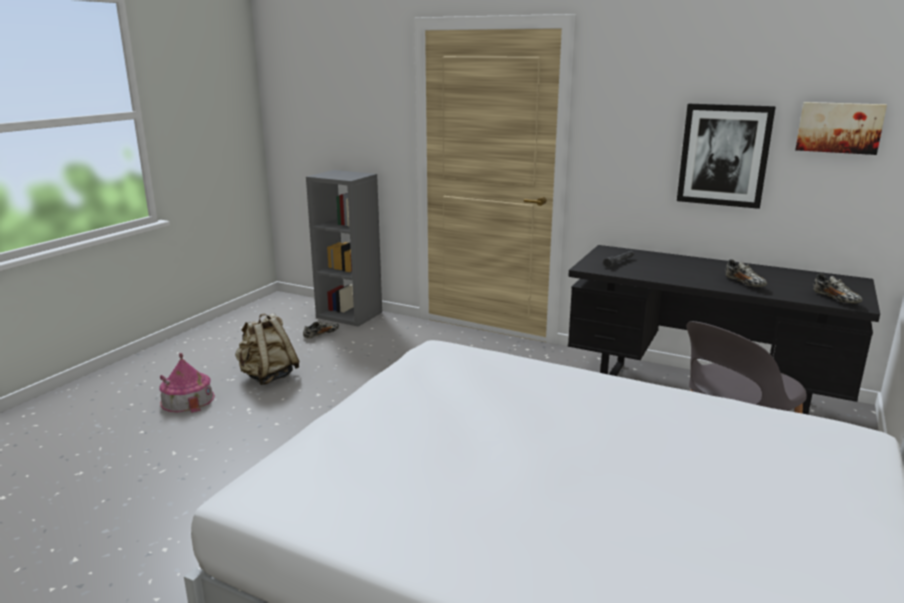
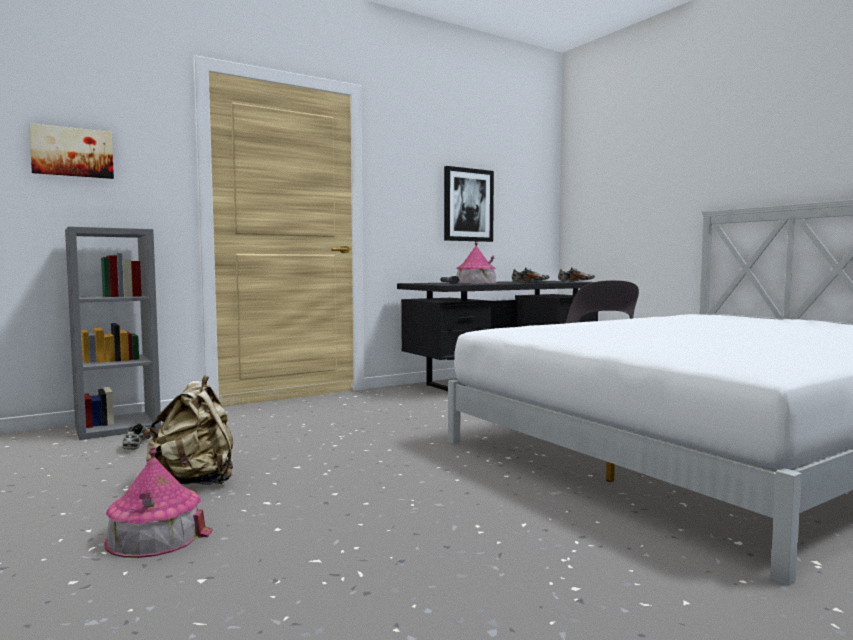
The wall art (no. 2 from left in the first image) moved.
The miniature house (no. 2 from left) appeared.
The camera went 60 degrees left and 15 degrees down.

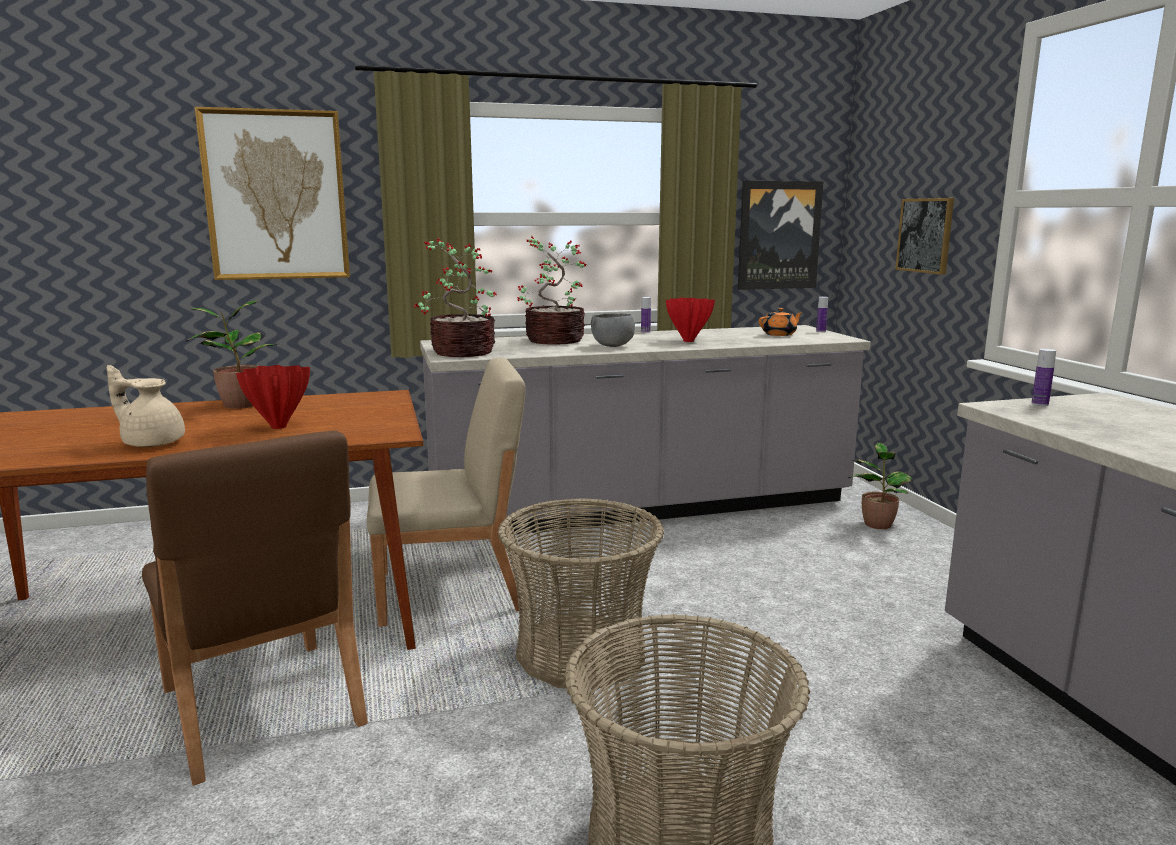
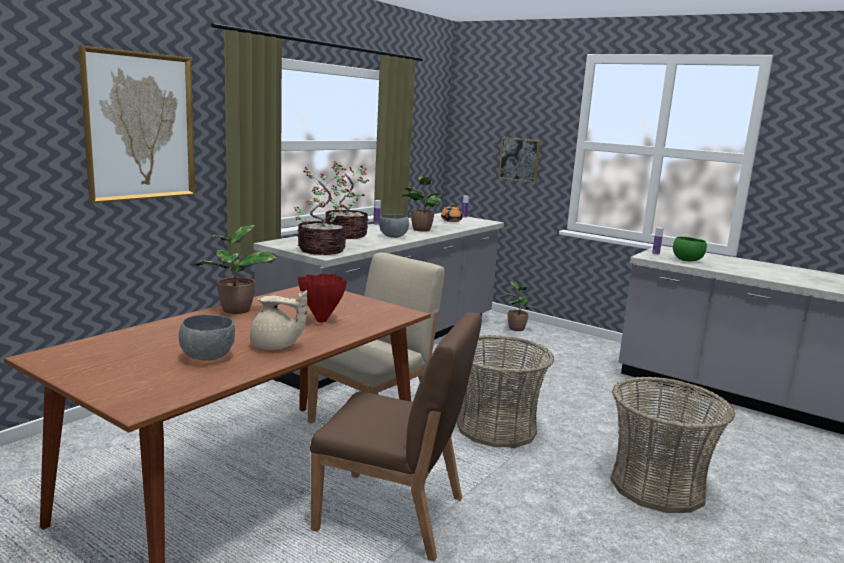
The wall art (no. 2 from left) disappeared.
The flower vase (reddish) (no. 2 from left) was replaced by the plant in a pot (no. 4 from left).
The pot for tea (sand-coloured) turned 150 degrees counterclockwise.
The deep dish (greenish) appeared.
The deep dish (greyish) (no. 1 from left) appeared.
The camera went 40 degrees left and 0 degrees up.

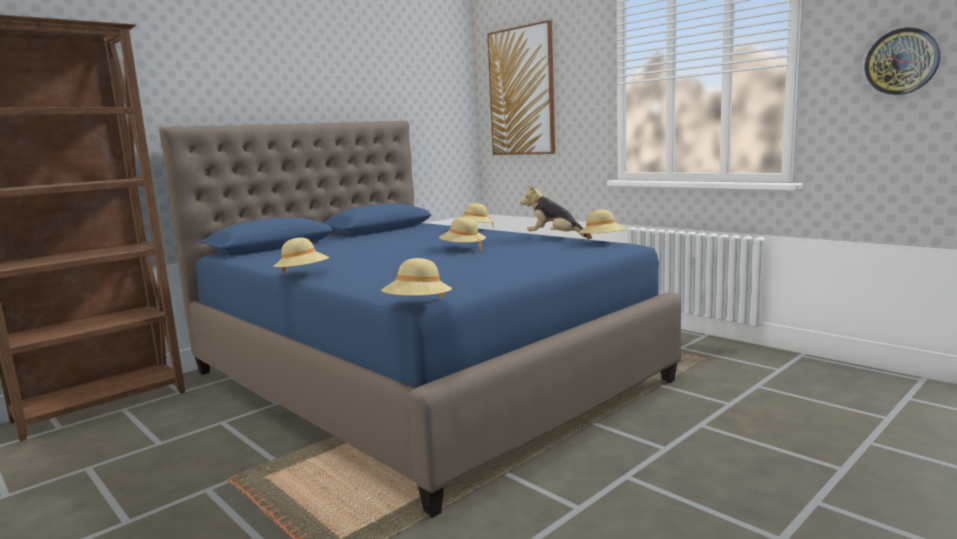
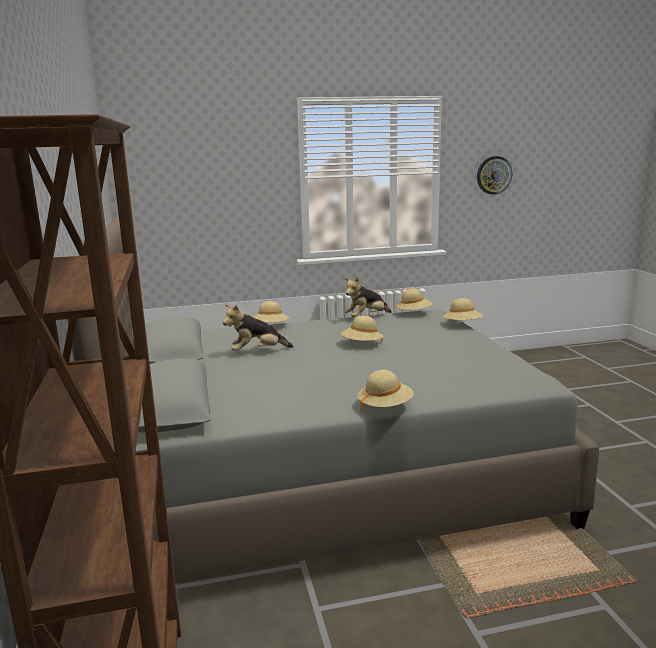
The wall art disappeared.
The sleeping bed (bluish) became the sleeping bed (greyish).
The hat (sand-coloured) (no. 2 from left in the first image) moved.
The soft toy (no. 1 from left) appeared.
The camera went 60 degrees left and 5 degrees up.

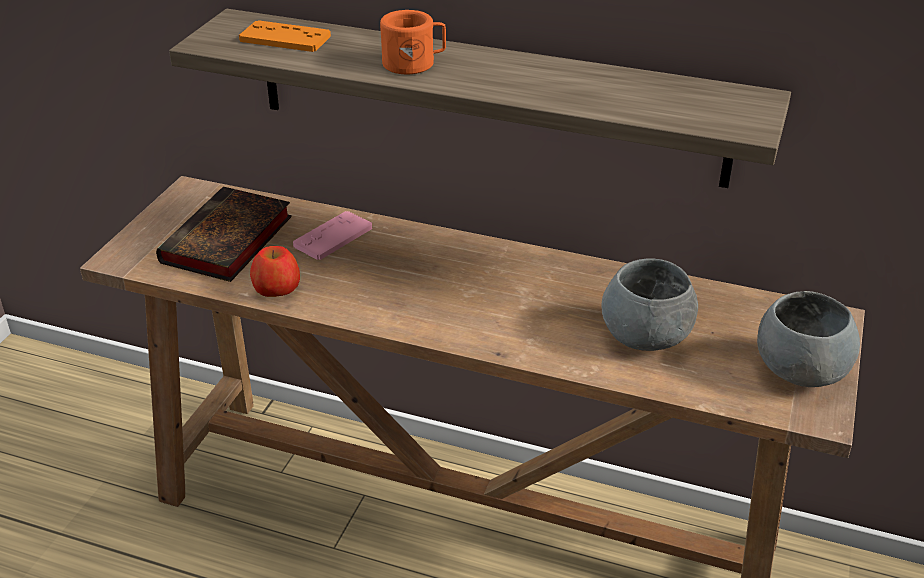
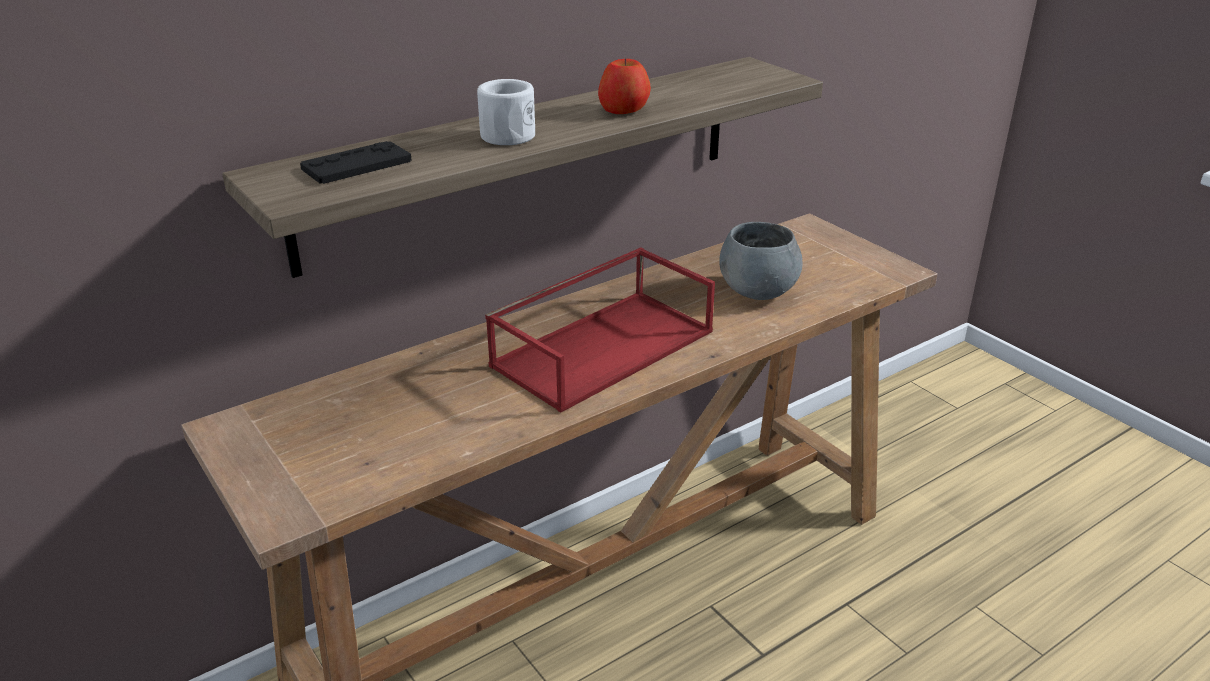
The tea mug (orange-coloured) became the tea mug (white-coloured).
The joypad (orange-coloured) became the joypad (black-coloured).
The book disappeared.
The joypad (pink) disappeared.
The apple moved.
The deep dish (greyish) (no. 2 from left) disappeared.
The tray (reddish) appeared.
The camera went 55 degrees left and 5 degrees down.

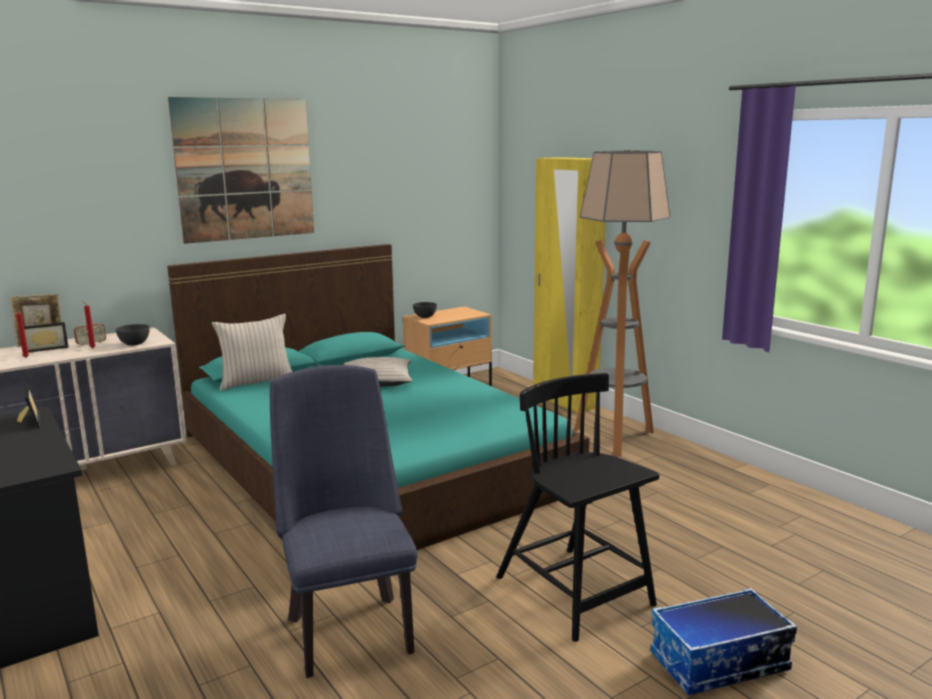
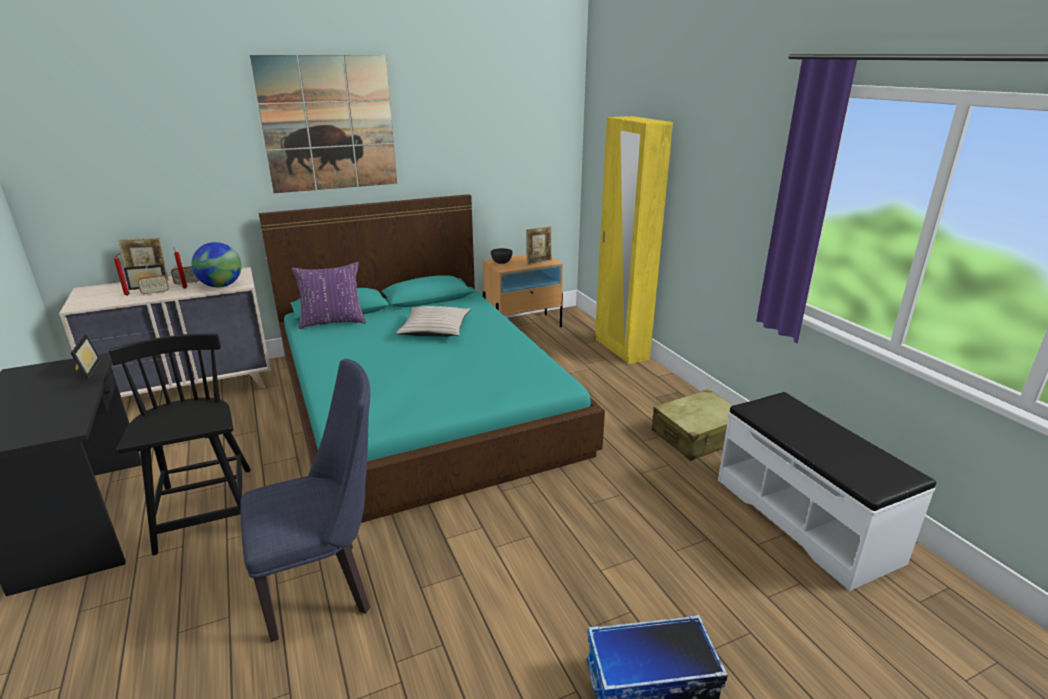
The floor lamp disappeared.
The throw pillow (sand-coloured) (no. 1 from left) became the throw pillow (purple).
The deep dish (greyish) (no. 1 from left) was replaced by the desk globe.
The upright chair (bluish) turned 75 degrees clockwise.
The upright chair (black-coloured) moved.
The photo frame (no. 4 from left) appeared.
The radio (no. 1 from left) appeared.
The suitcase (sand-coloured) appeared.
The bench (white-coloured) appeared.
The camera went 10 degrees right and 10 degrees up.

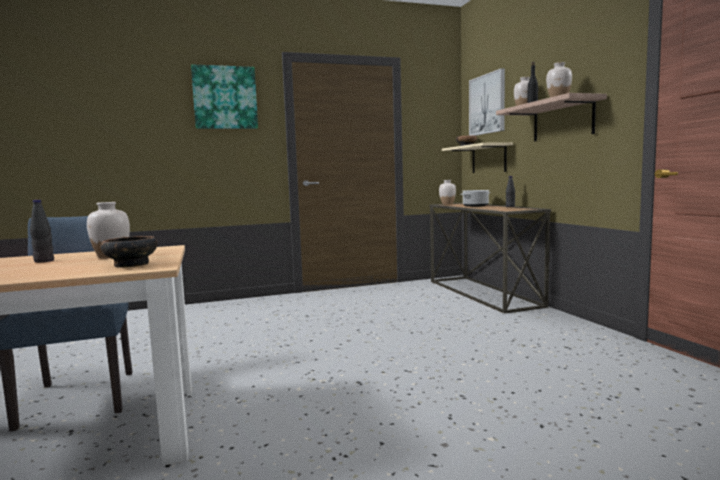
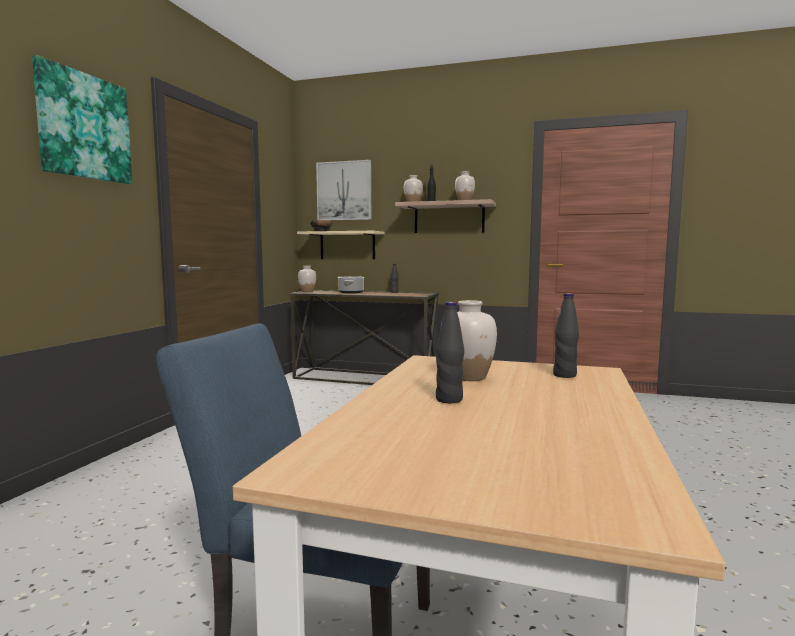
The deep dish (no. 1 from left) was replaced by the beverage bottle (black-coloured) (no. 4 from left).
The camera went 55 degrees left and 0 degrees up.

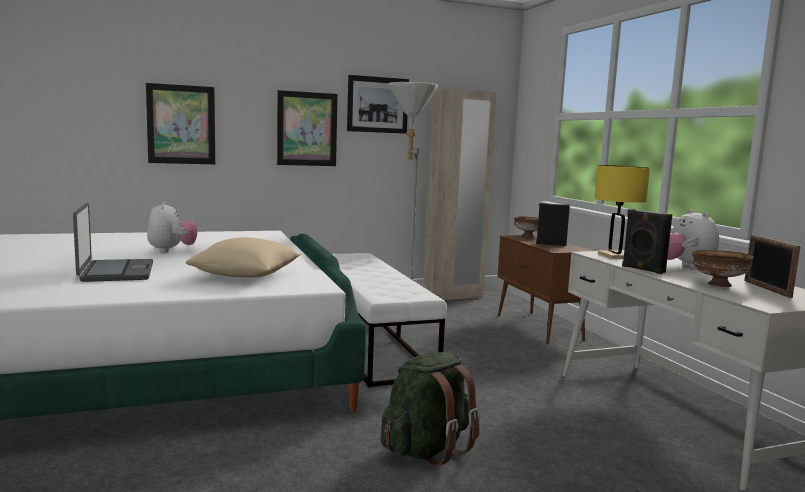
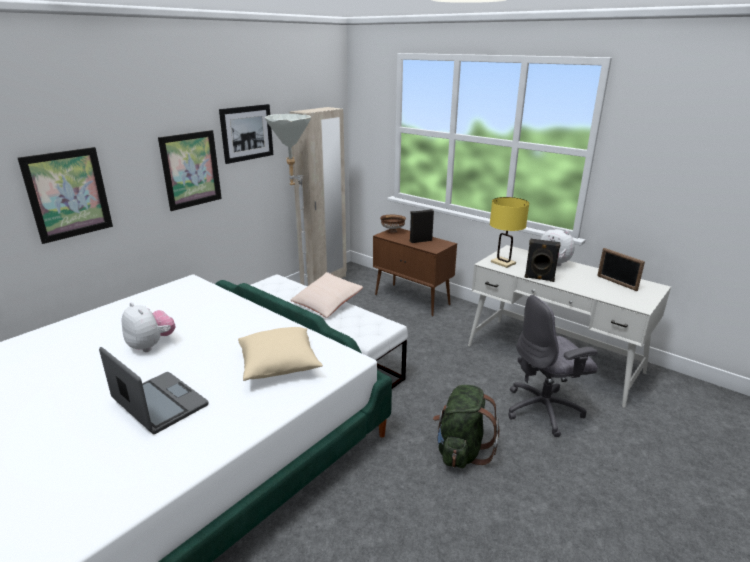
The deep dish (brownish) (no. 2 from left) disappeared.
The throw pillow (sand-coloured) (no. 2 from left) appeared.
The office chair (greyish) appeared.
The camera went 30 degrees left and 15 degrees up.

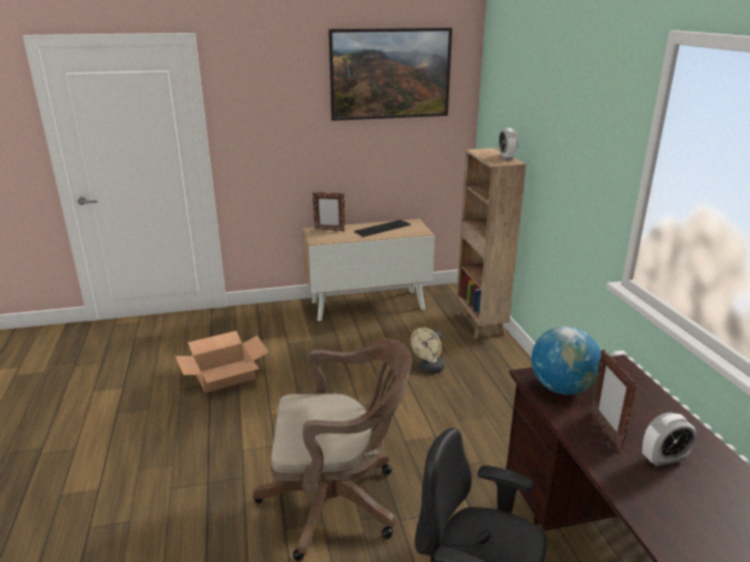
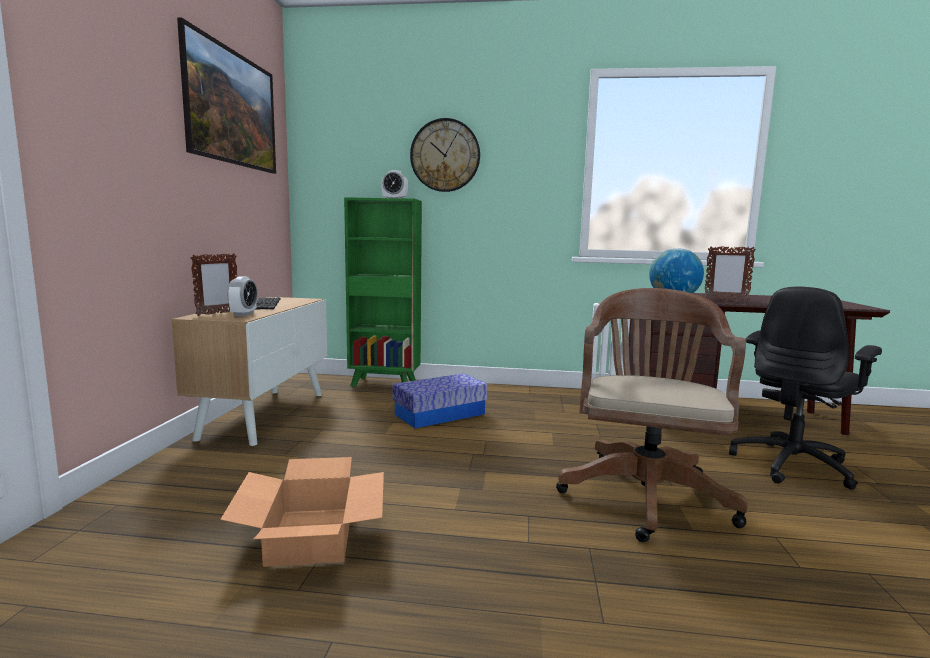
The shelving unit (brownish) became the shelving unit (greenish).
The electric fan (sand-coloured) was replaced by the storage bin.
The table clock (no. 2 from left in the first image) moved.
The wall clock appeared.
The camera went 70 degrees left and 15 degrees down.

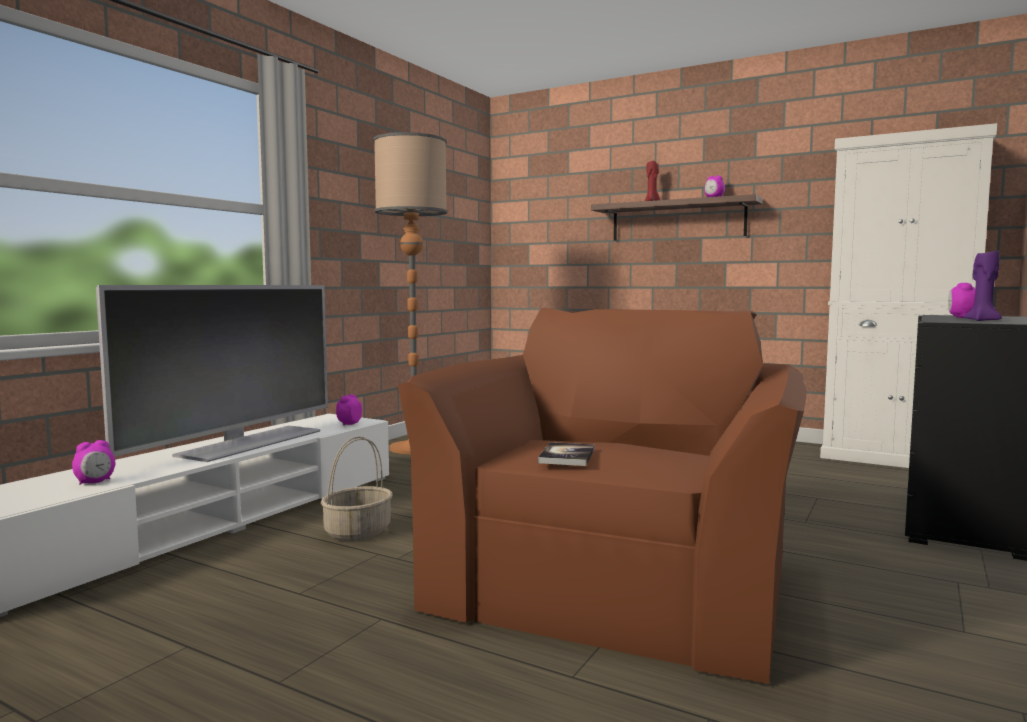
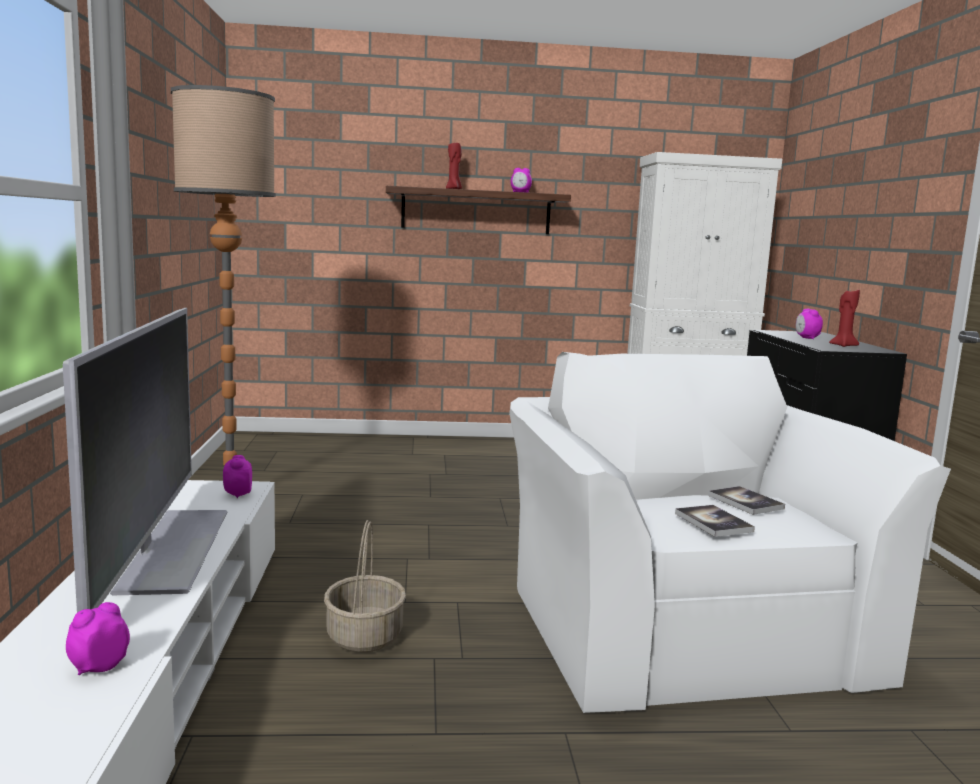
The wax candle (purple) became the wax candle (reddish) (no. 2 from left).
The armchair (brownish) became the armchair (white-coloured).
The table clock (no. 1 from left) turned 150 degrees counterclockwise.
The book (no. 2 from left) appeared.
The camera went 35 degrees left and 5 degrees up.

